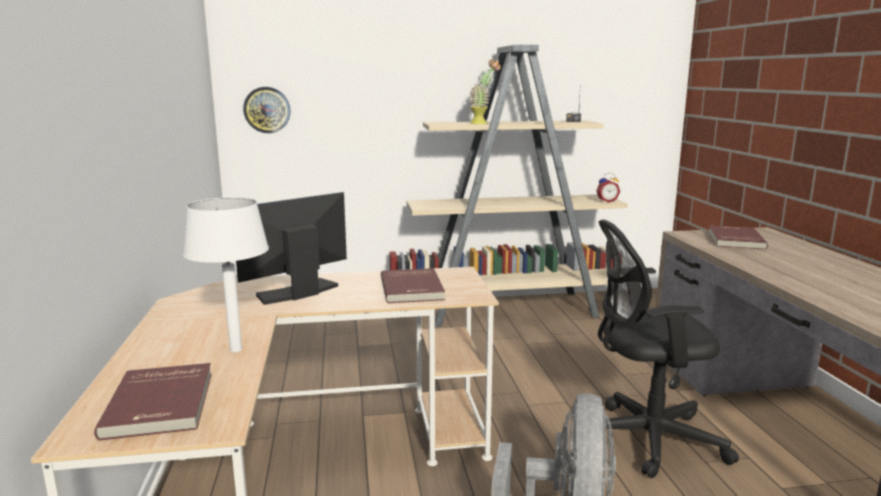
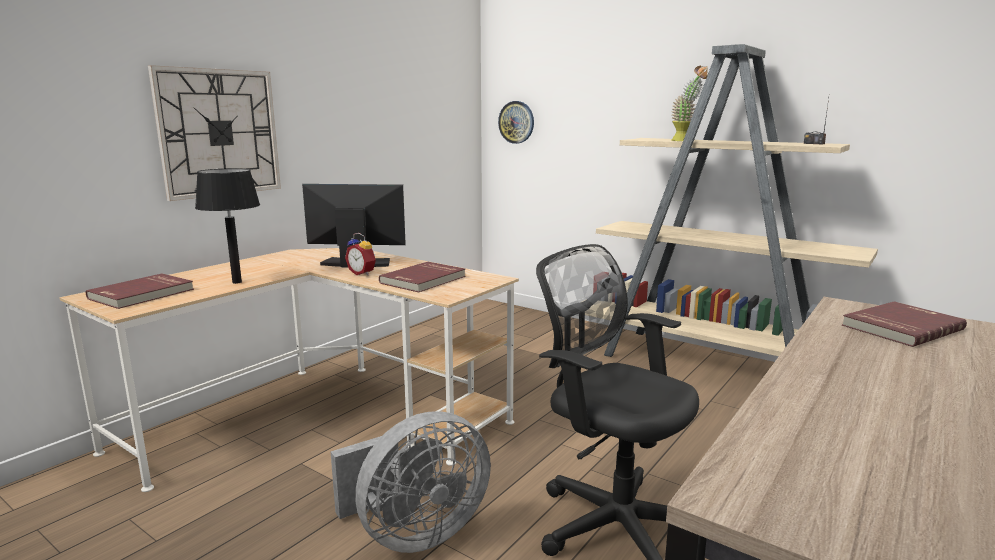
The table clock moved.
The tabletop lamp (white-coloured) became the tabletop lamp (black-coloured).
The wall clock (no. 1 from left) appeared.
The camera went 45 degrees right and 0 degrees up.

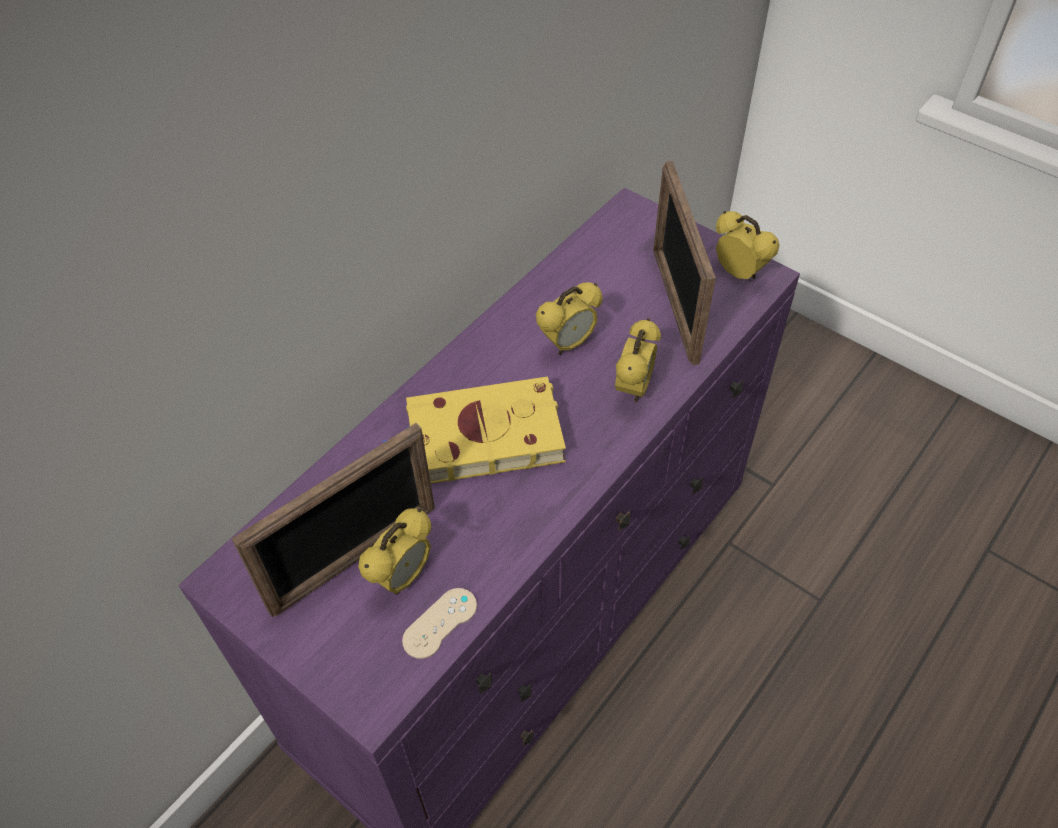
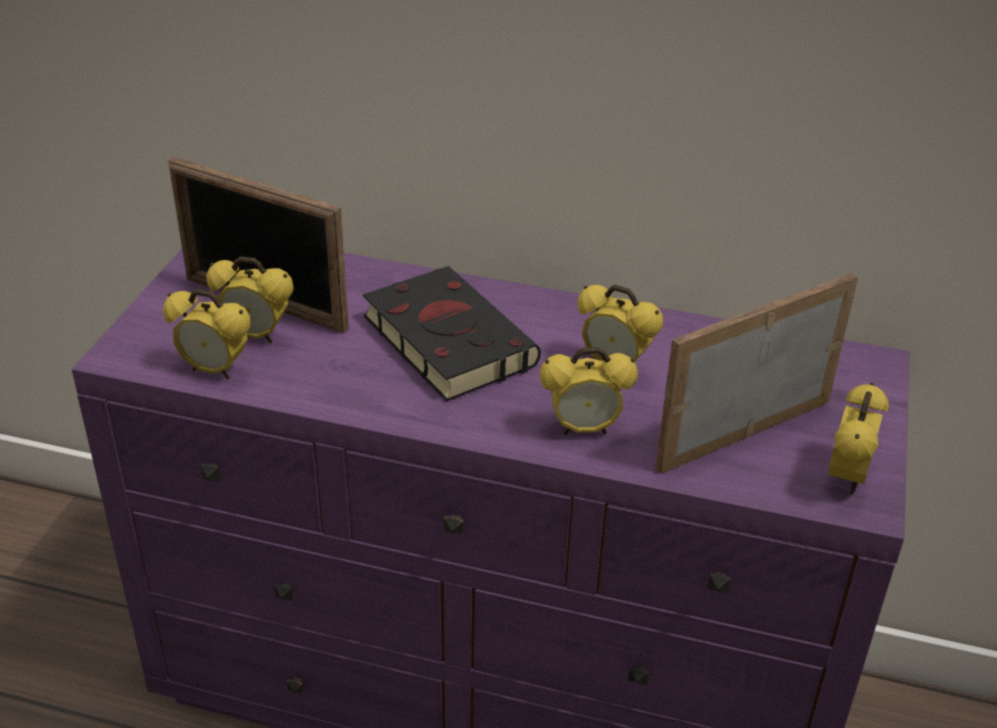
The book (yellowish) became the book (black-coloured).
The joypad (sand-coloured) was replaced by the table clock (no. 1 from left).
The camera went 65 degrees right and 15 degrees down.

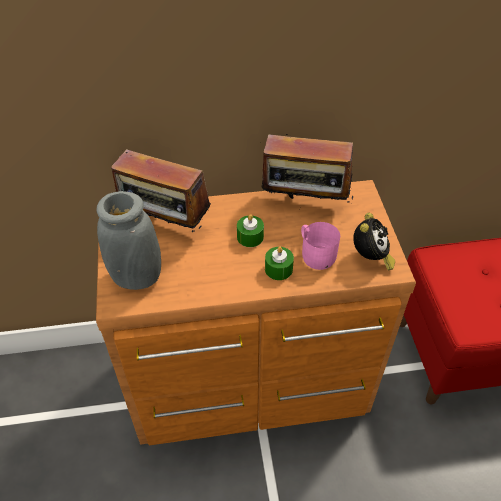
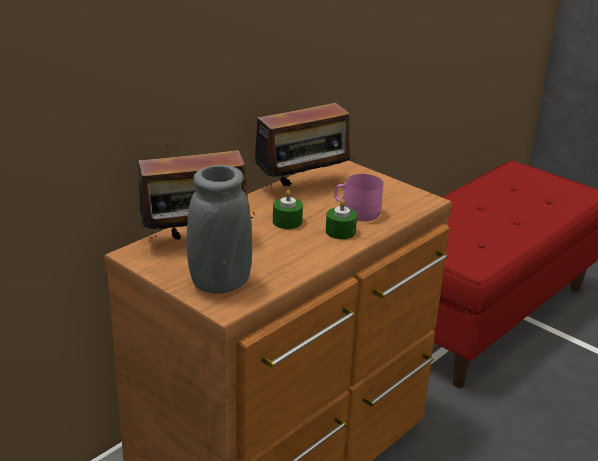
The table clock disappeared.
The camera went 40 degrees left and 20 degrees down.

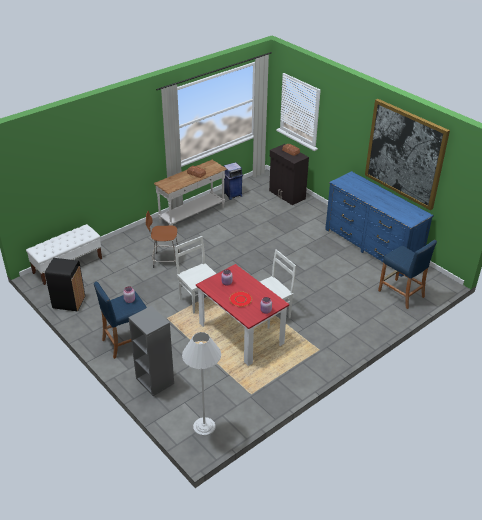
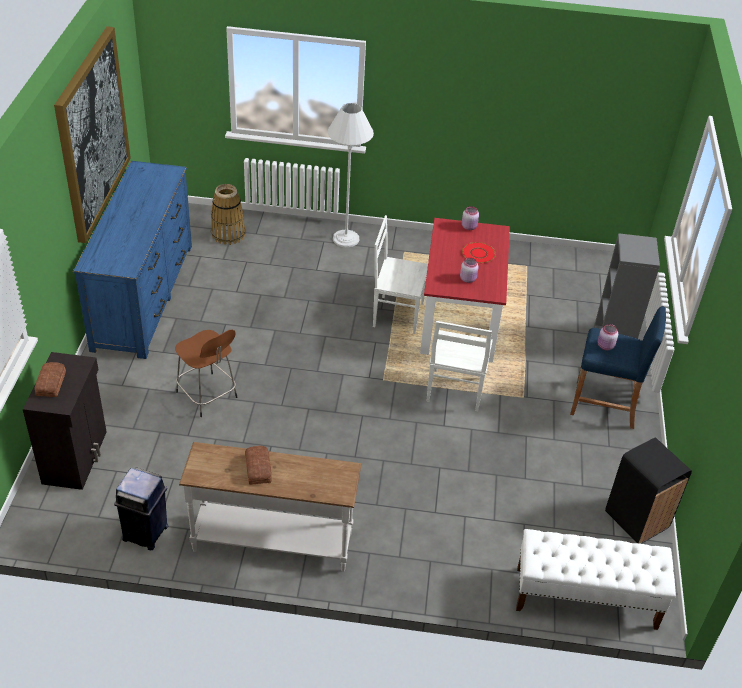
The stool seat (brownish) moved.
The stool seat (bluish) (no. 2 from left) was replaced by the household basket.
The floor lamp (white-coloured) moved.
The camera went 135 degrees left and 5 degrees up.

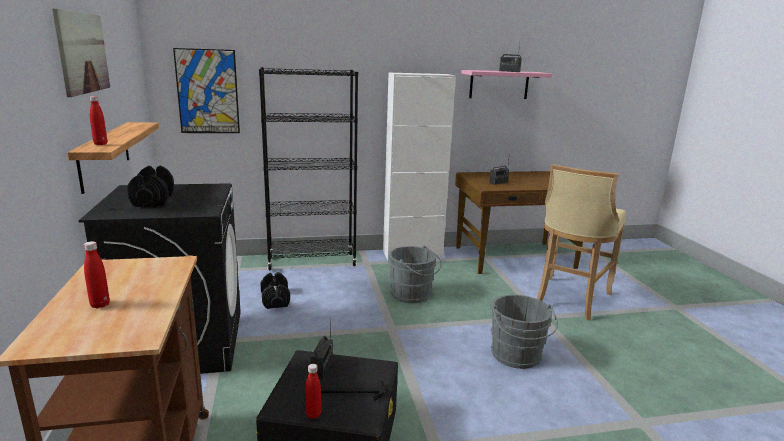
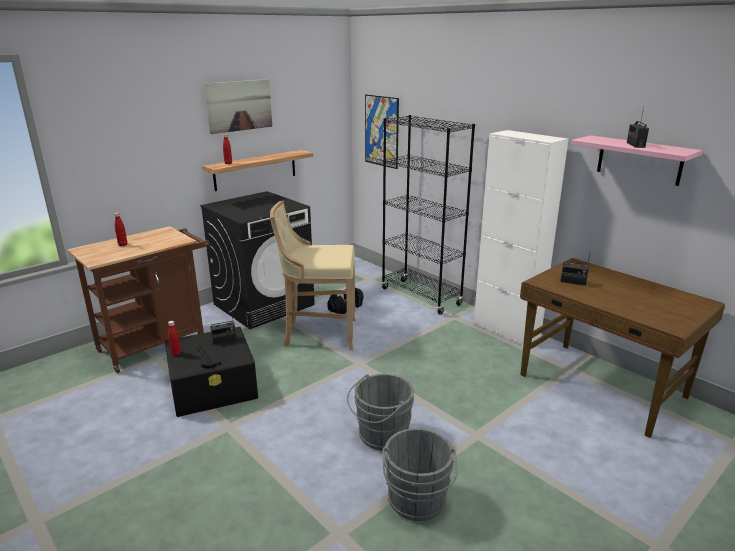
The stool seat (sand-coloured) moved.
The dumbbell (black-coloured) (no. 1 from left) disappeared.
The pail (greyish) (no. 1 from left in the first image) moved.
The camera went 60 degrees right and 5 degrees up.

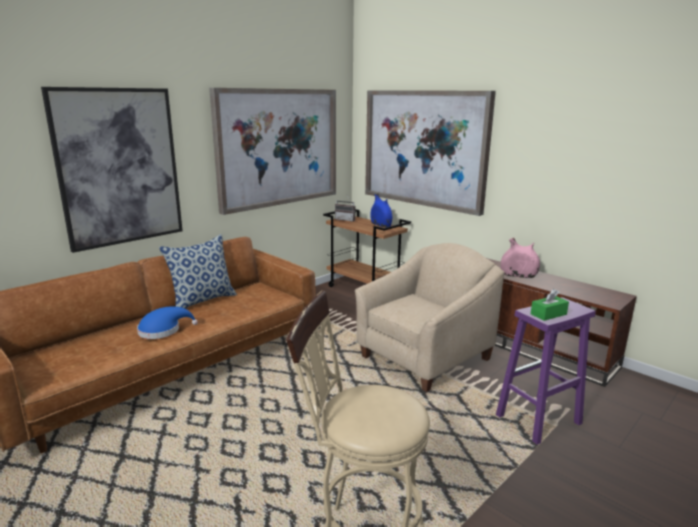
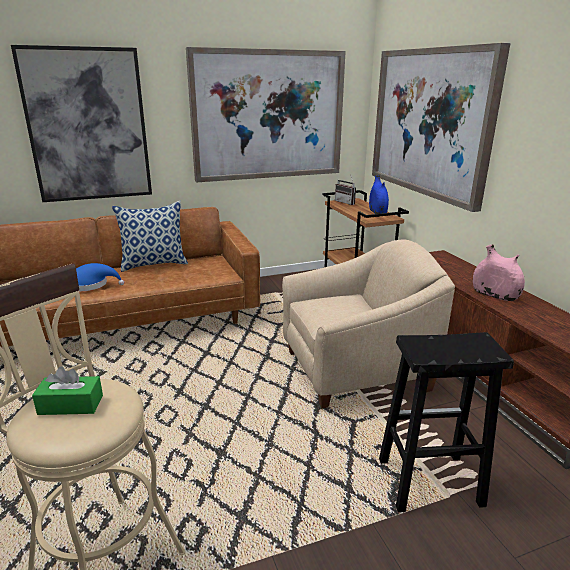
The box of tissues (greenish) moved.
The stool seat (purple) became the stool seat (black-coloured).
The camera went 25 degrees right and 5 degrees up.

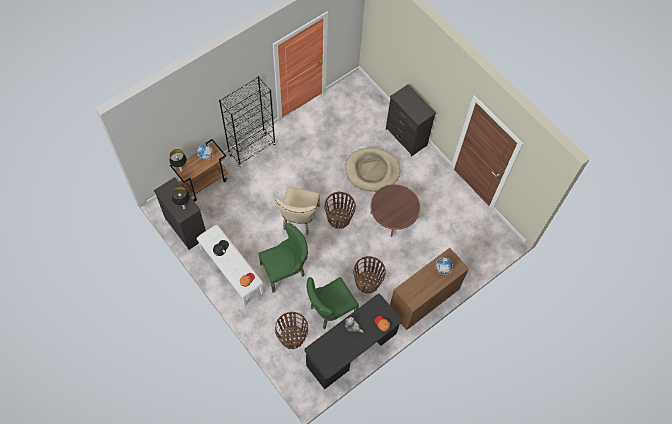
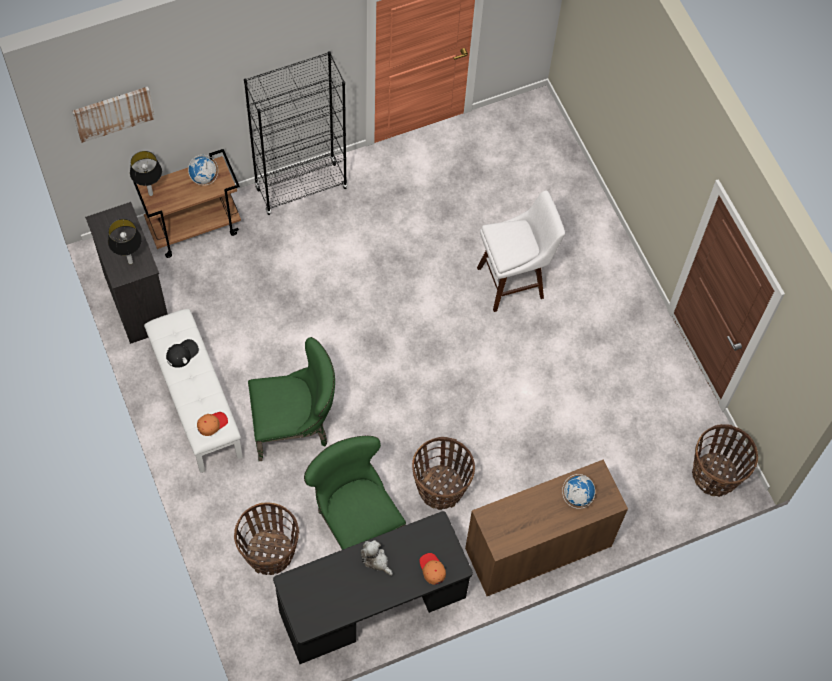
The drawer chest (black-coloured) (no. 2 from left) disappeared.
The dog bed (sand-coloured) was replaced by the stool seat (white-coloured).
The coffee table (brownish) disappeared.
The upright chair (sand-coloured) disappeared.
The household basket (no. 2 from left in the first image) moved.
The upright chair (greenish) (no. 2 from left) turned 75 degrees clockwise.
The wall art appeared.
The camera went 15 degrees right and 0 degrees up.

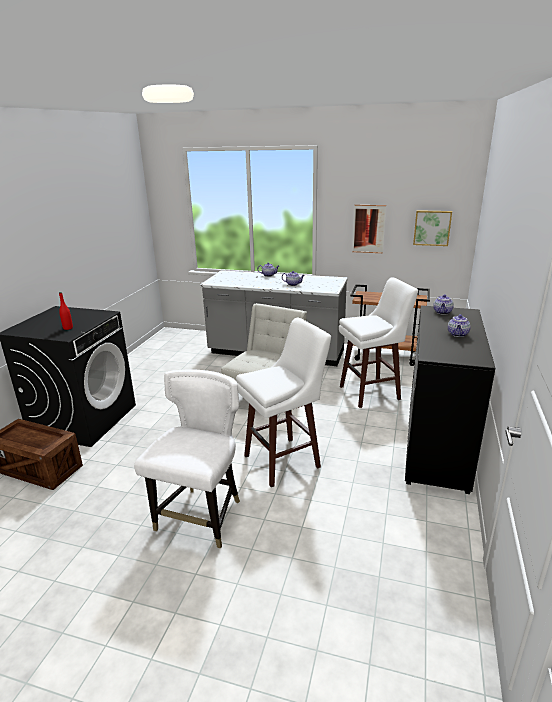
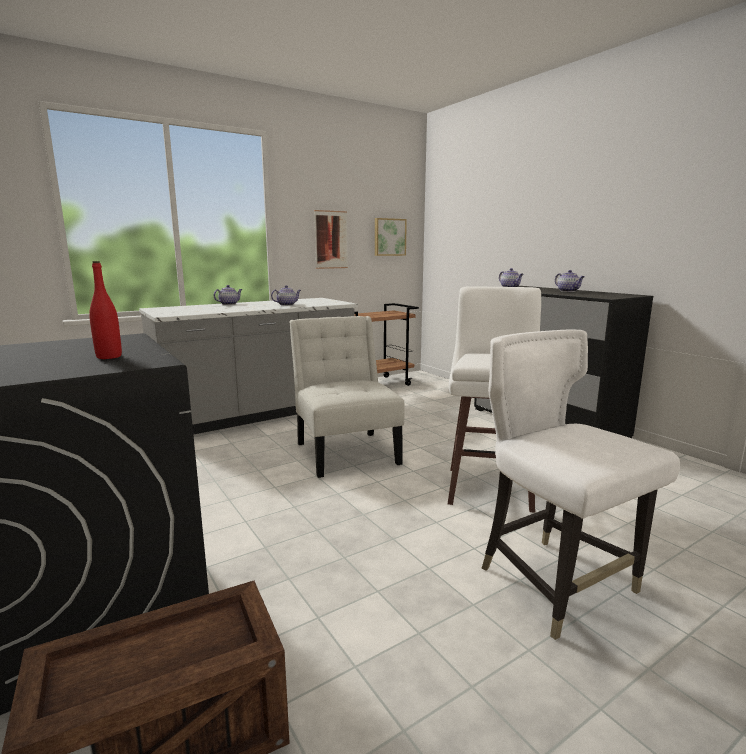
The stool seat (white-coloured) (no. 2 from left) disappeared.
The camera went 50 degrees left and 10 degrees down.

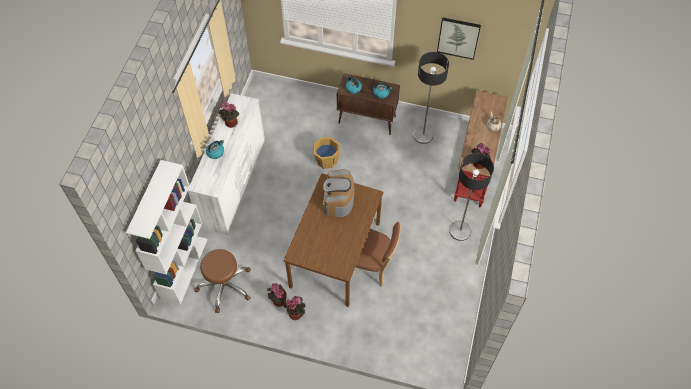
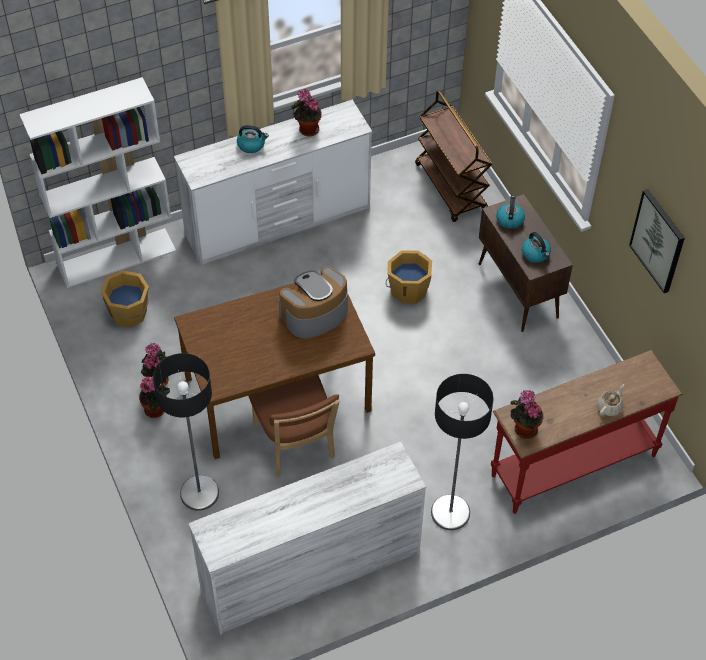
The floor lamp (no. 1 from left) moved.
The stool seat (brownish) was replaced by the pail (orange-coloured) (no. 1 from left).
The trolley (brownish) appeared.
The drawer chest (white-coloured) (no. 2 from left) appeared.
The camera went 50 degrees right and 5 degrees down.

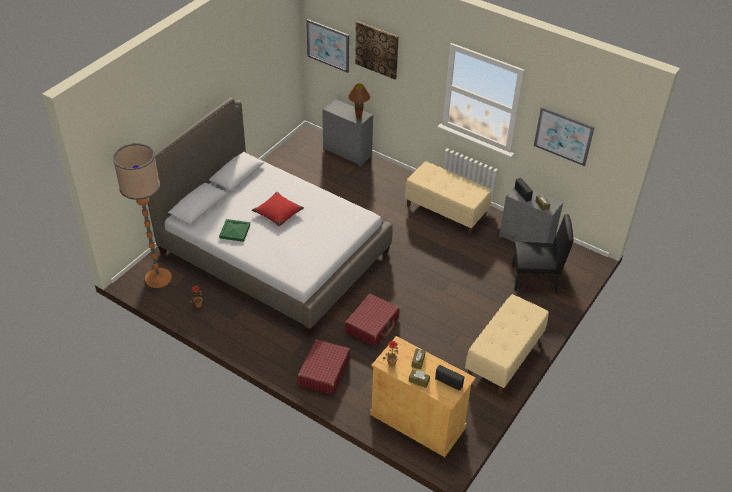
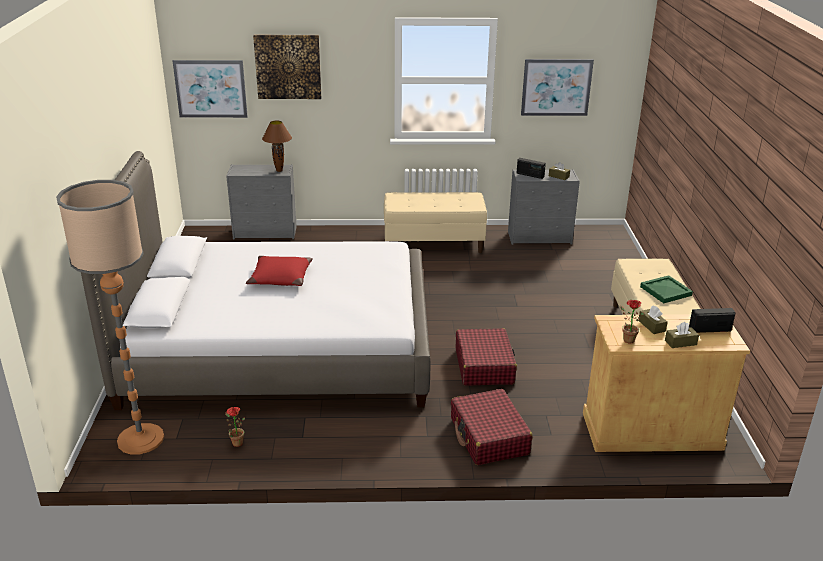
The upright chair (black-coloured) disappeared.
The tray (greenish) moved.
The camera went 35 degrees left and 15 degrees down.

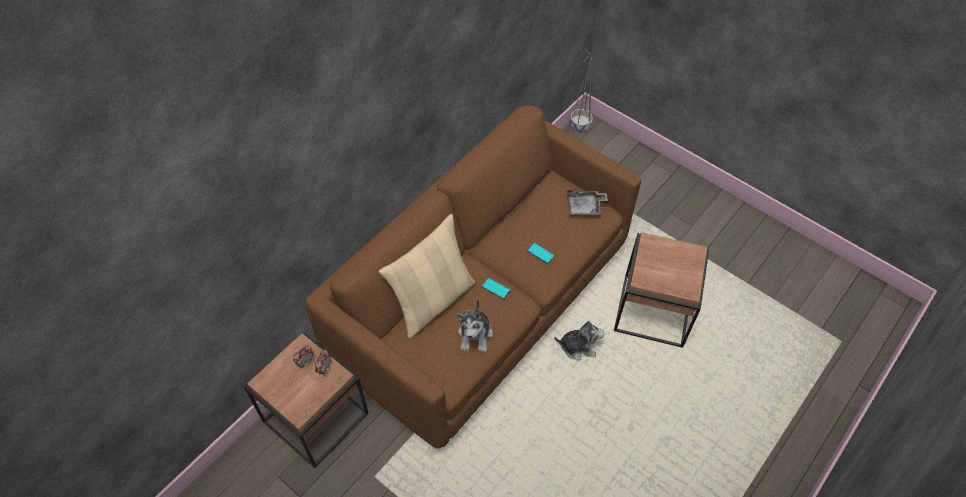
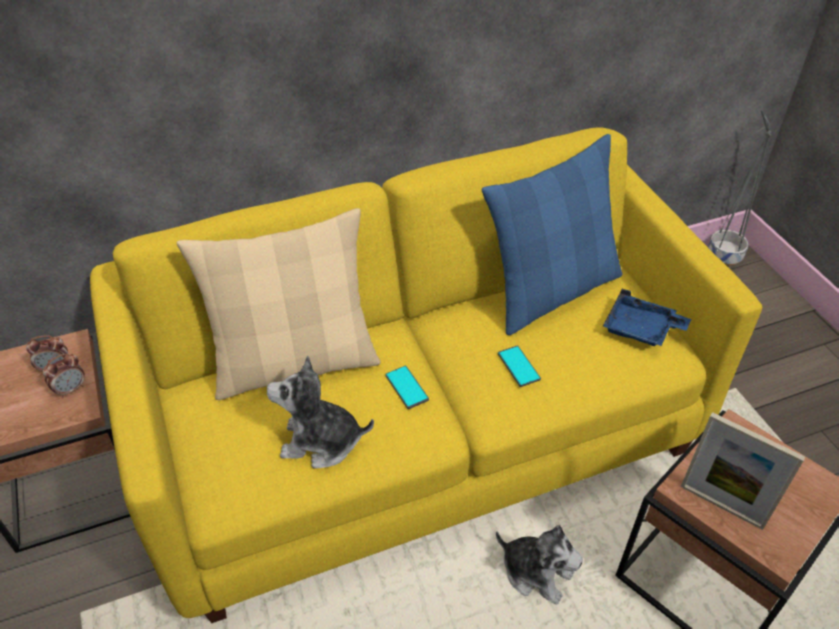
The couch (brownish) became the couch (yellowish).
The tray (greyish) became the tray (bluish).
The soft toy (no. 1 from left) turned 60 degrees clockwise.
The throw pillow (bluish) appeared.
The photo frame appeared.
The camera went 30 degrees right and 10 degrees down.

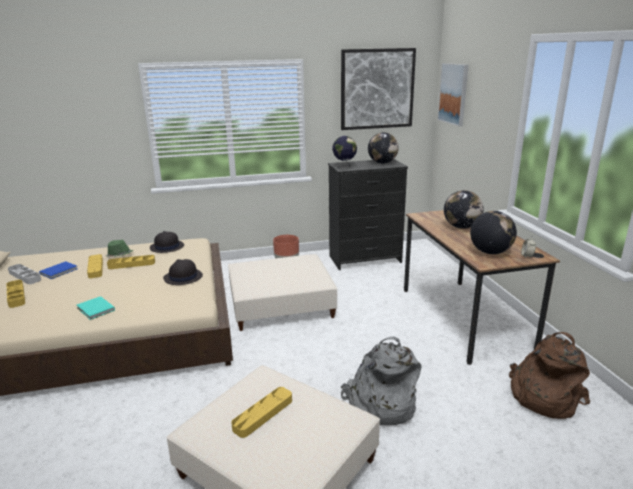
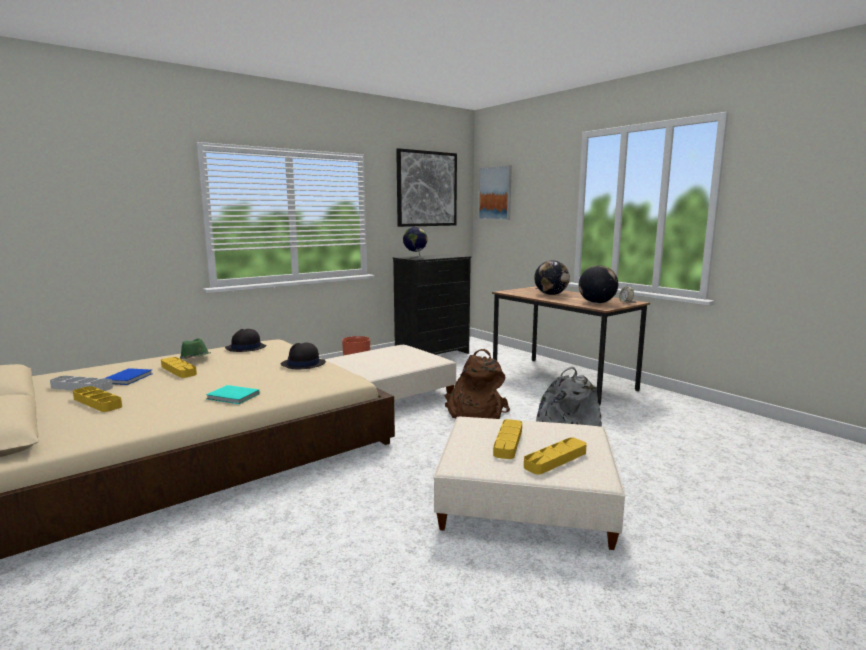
The desk globe (no. 2 from left) disappeared.
The tray (yellowish) (no. 3 from left in the first image) moved.
The rucksack (brownish) moved.
The camera went 25 degrees left and 10 degrees down.

